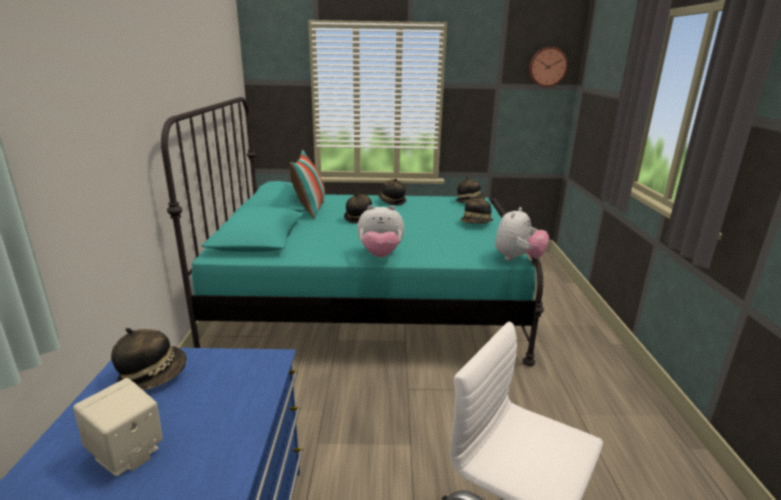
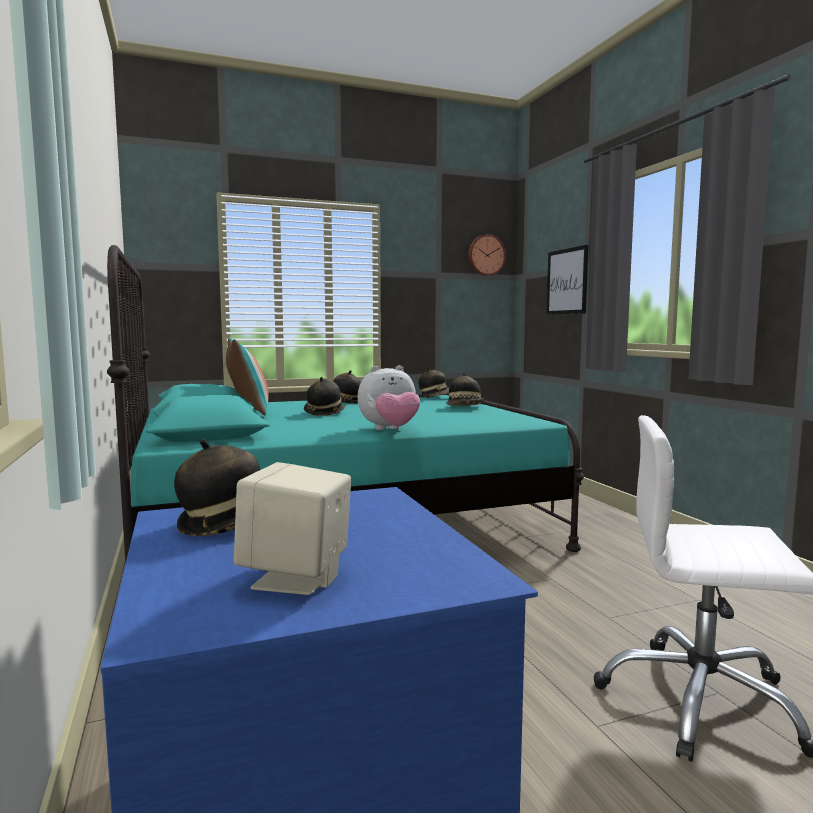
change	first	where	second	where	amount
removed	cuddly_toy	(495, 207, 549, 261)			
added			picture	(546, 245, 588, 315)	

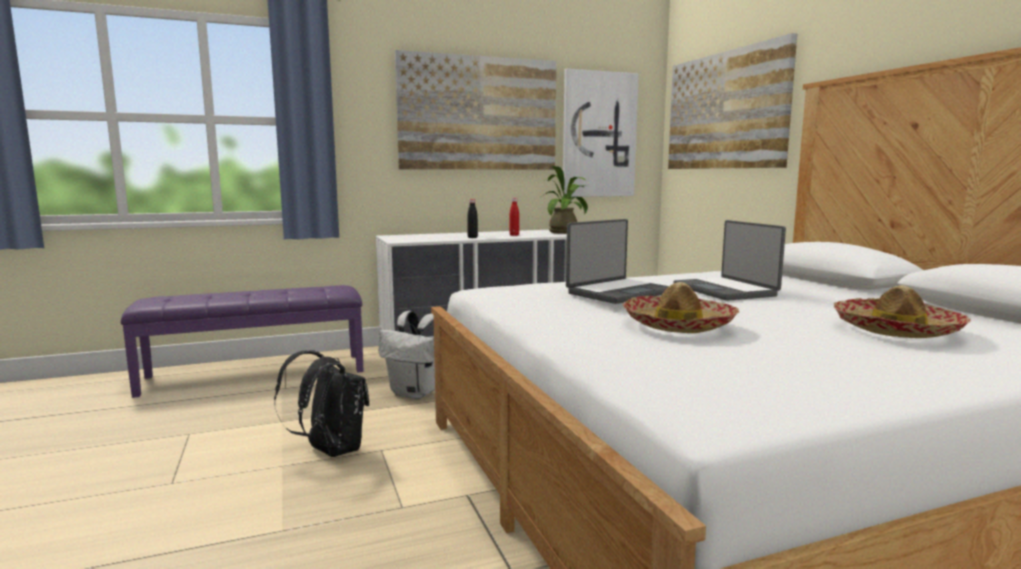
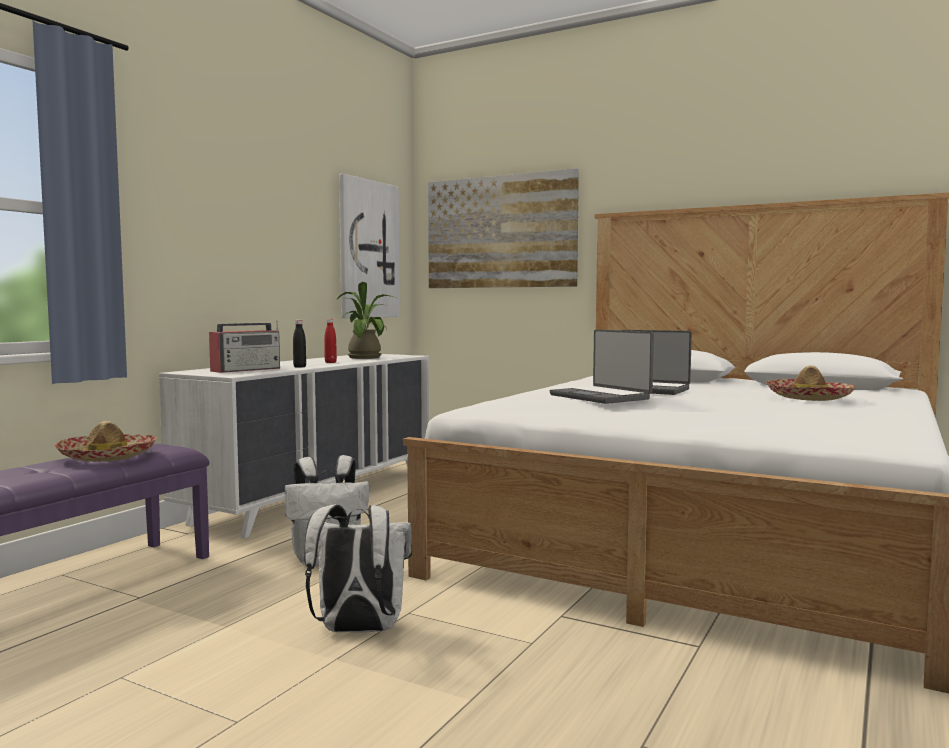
change	first	where	second	where	amount
removed	picture	(395, 50, 556, 170)			
turned	portable_computer	(566, 219, 669, 304)		(550, 329, 654, 404)	135 degrees clockwise
moved	wearable_hat	(623, 282, 739, 333)		(54, 421, 157, 462)	
recoloured	blackish_rucksack	(274, 350, 369, 457)	whitish_rucksack	(304, 504, 412, 632)	
added			radio_receiver	(209, 320, 280, 373)	

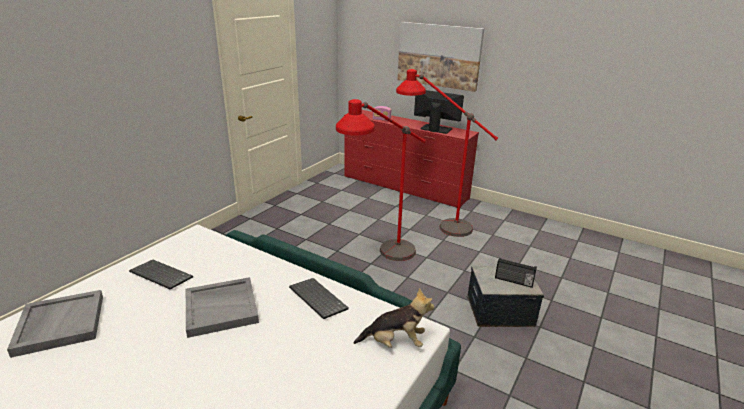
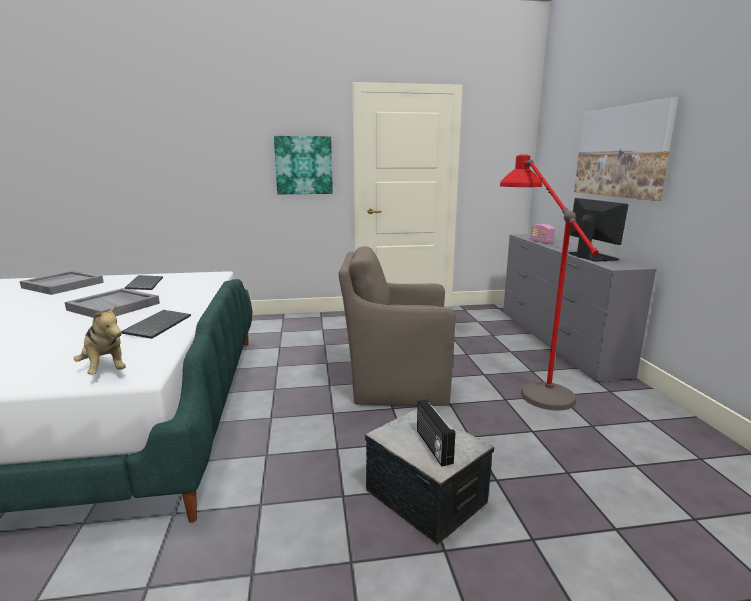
change	first	where	second	where	amount
replaced	red_standing_lamp	(336, 99, 426, 261)	brownish_armchair	(339, 246, 456, 406)	
recoloured	red_chest_of_drawers	(344, 110, 479, 208)	greyish_chest_of_drawers	(503, 234, 657, 383)	
added			picture	(274, 136, 333, 194)	

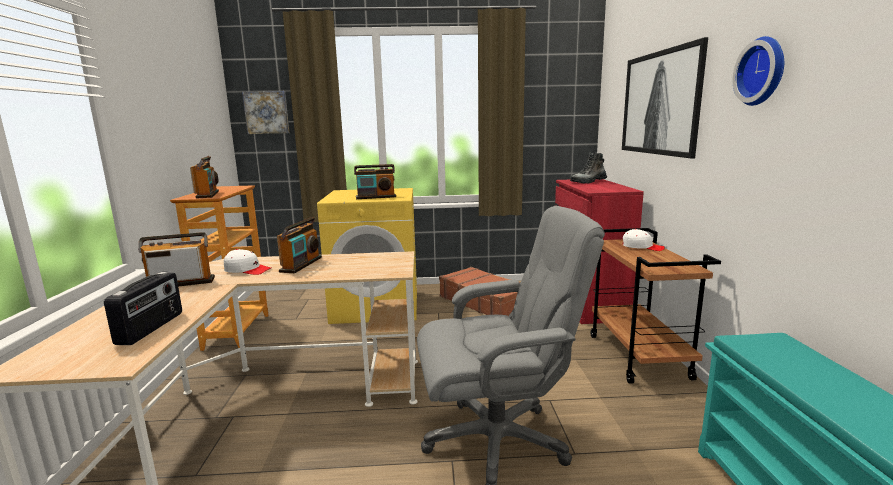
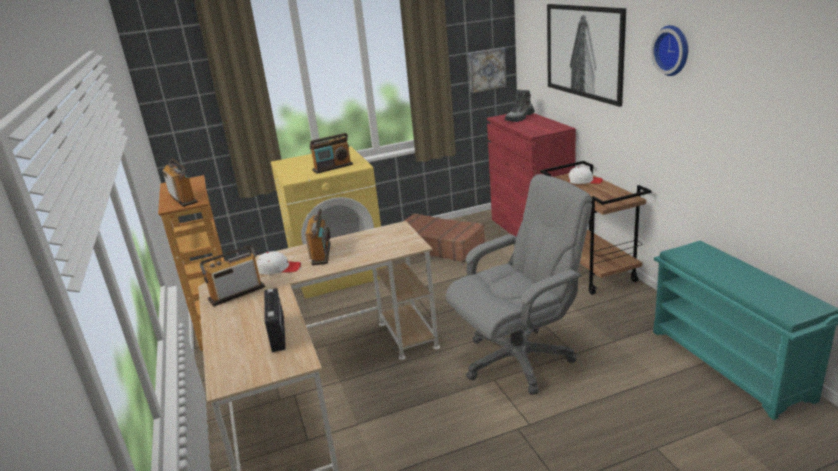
change	first	where	second	where	amount
moved	picture	(242, 91, 289, 134)		(468, 48, 507, 93)	

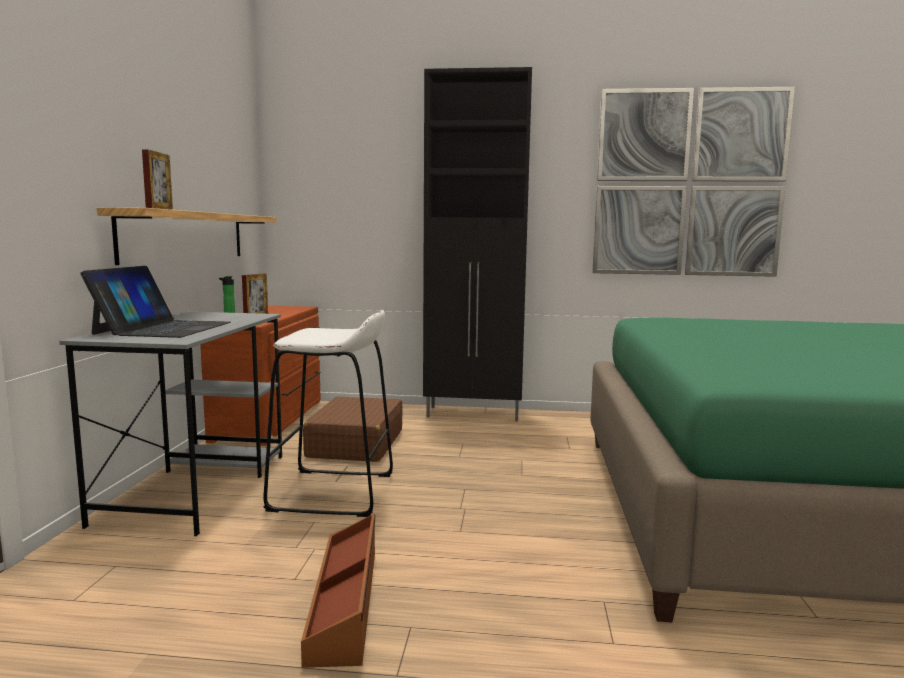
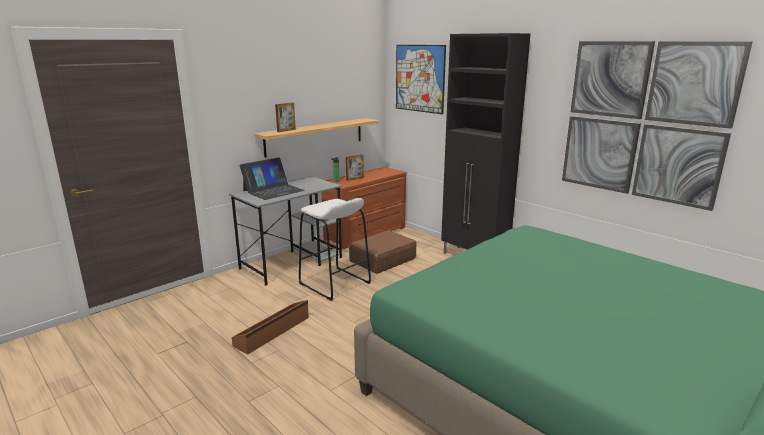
change	first	where	second	where	amount
added			picture	(396, 45, 446, 114)	

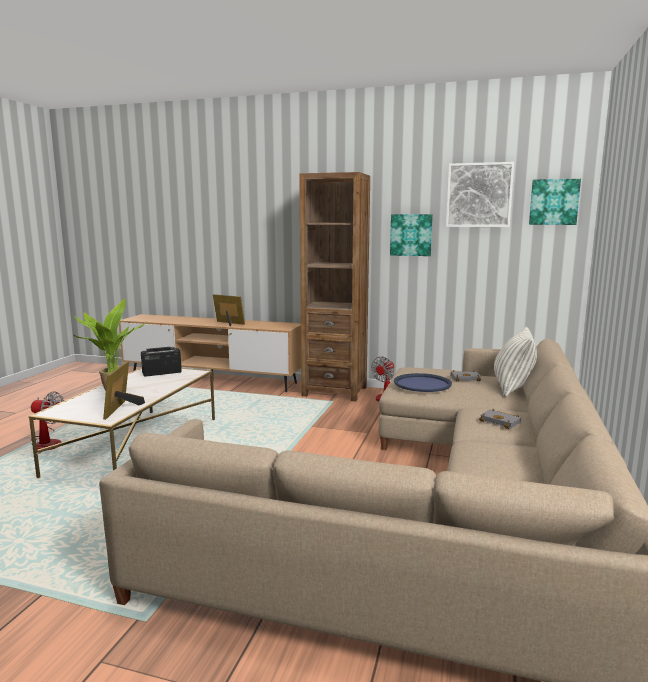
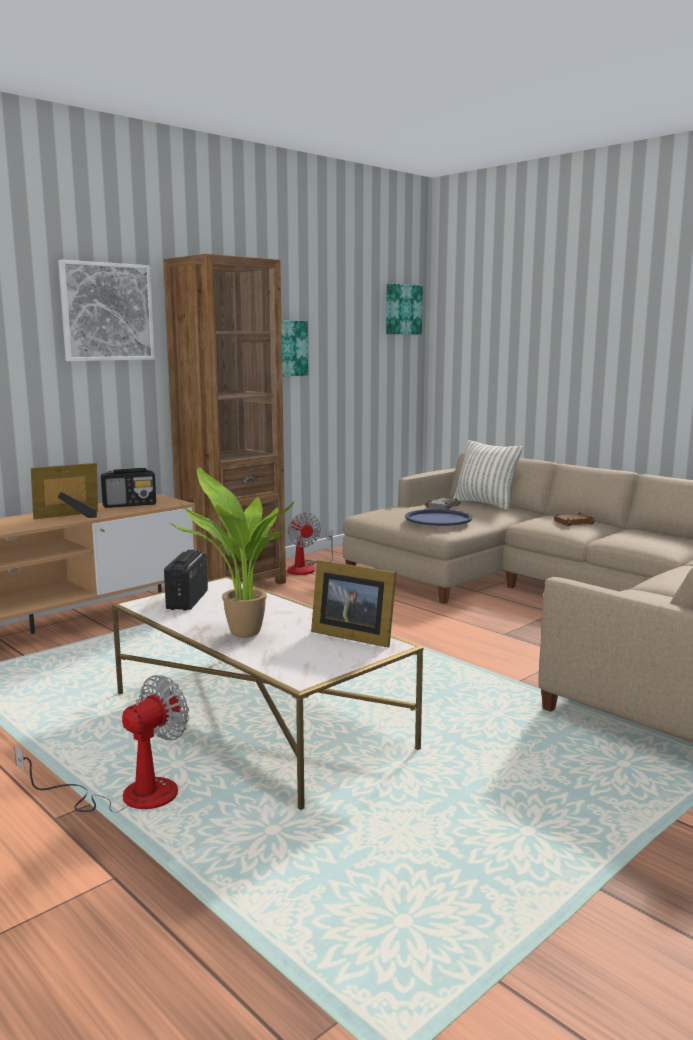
change	first	where	second	where	amount
moved	picture	(446, 162, 514, 227)		(58, 260, 155, 361)	
recoloured	greyish_bound_book	(479, 409, 521, 429)	brownish_bound_book	(554, 512, 595, 526)	
added			radio_receiver	(101, 468, 156, 508)	

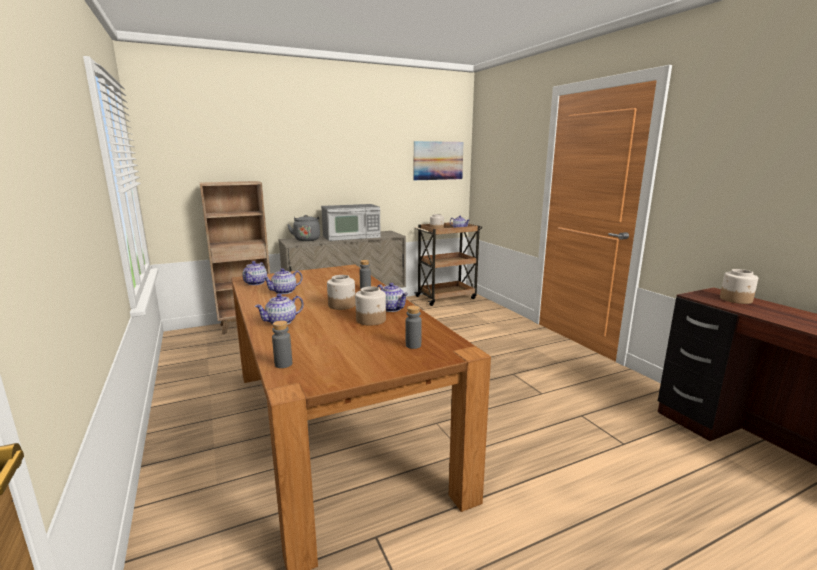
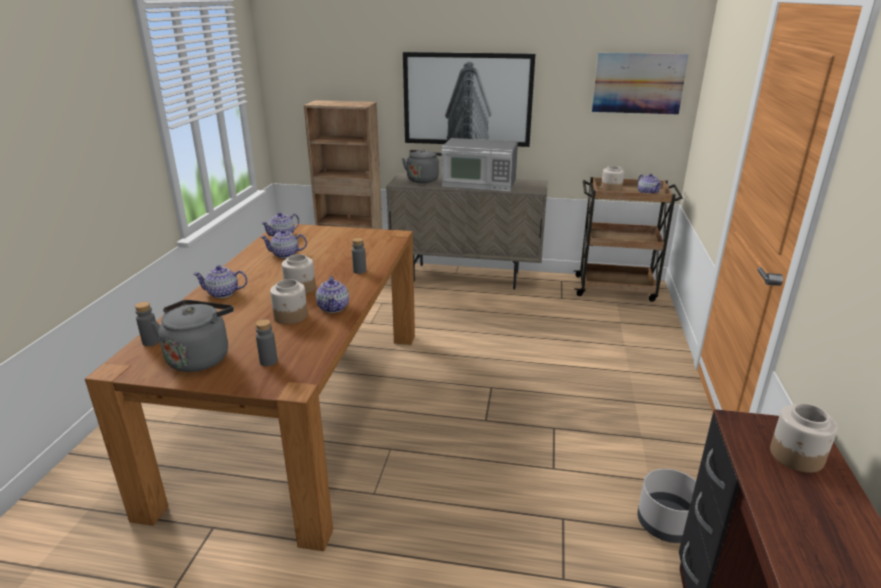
change	first	where	second	where	amount
added			picture	(403, 52, 535, 147)	
added			greyish_water_kettle	(151, 300, 234, 372)	
added			greyish_plant_pot	(637, 469, 696, 543)	

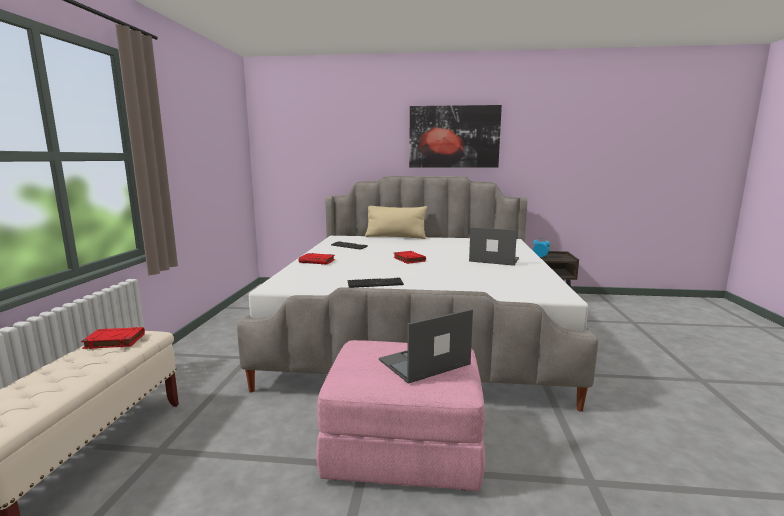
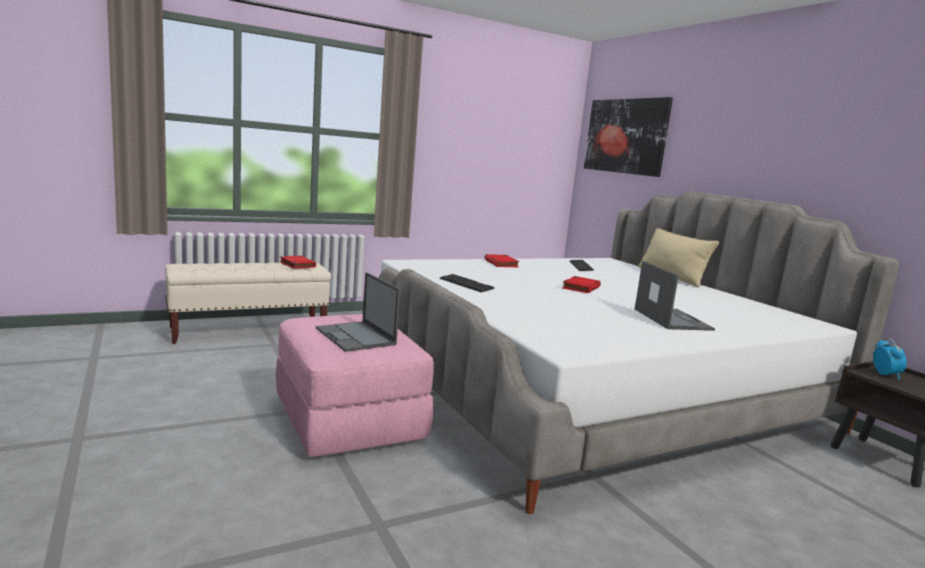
change	first	where	second	where	amount
moved	picture	(409, 105, 502, 168)		(584, 97, 673, 177)	
turned	portable_computer	(379, 309, 473, 384)		(316, 272, 400, 352)	150 degrees counterclockwise

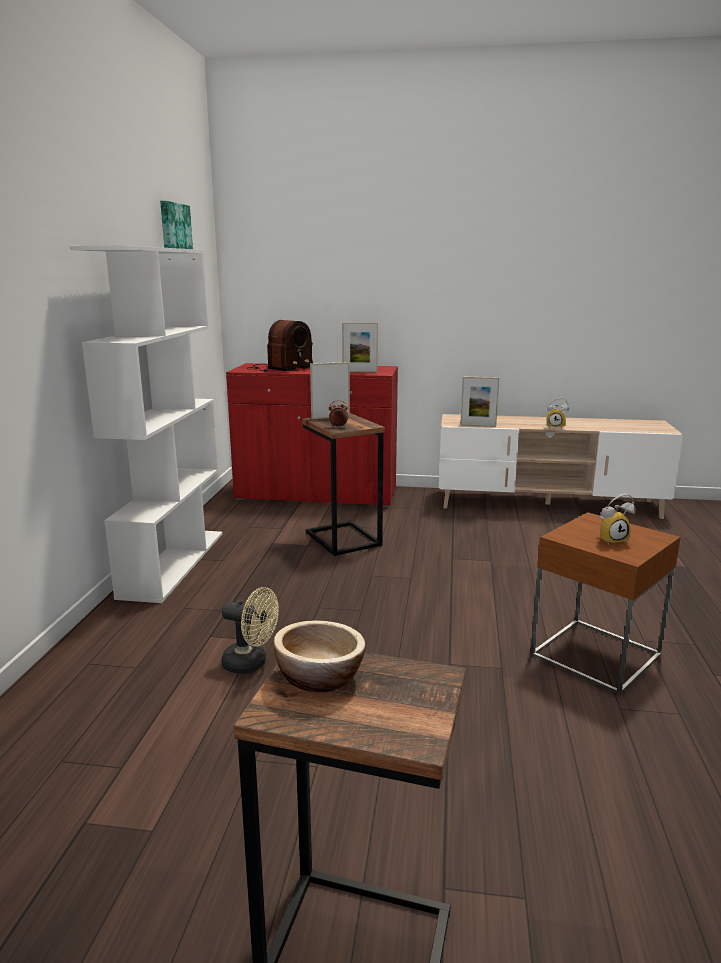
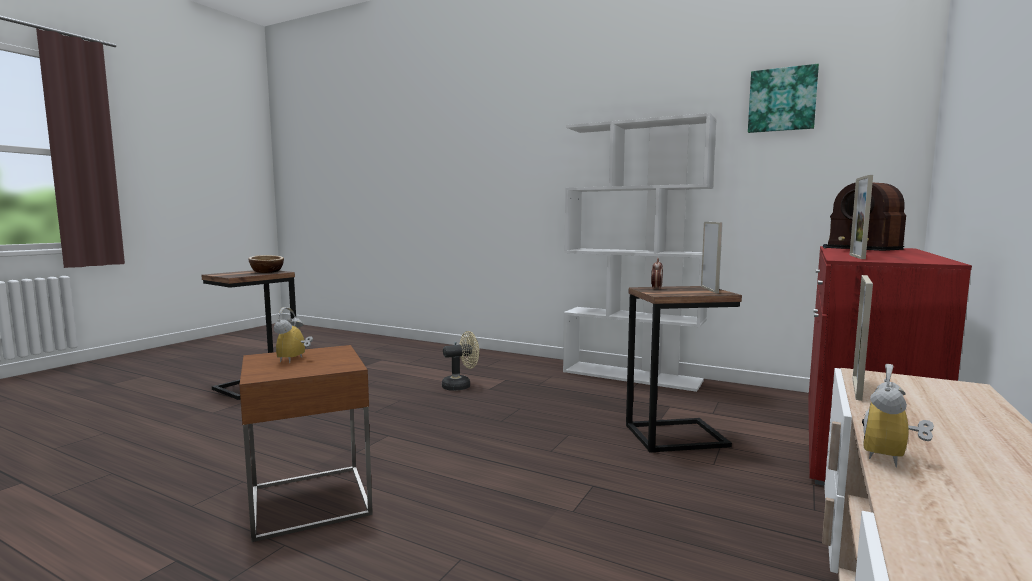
change	first	where	second	where	amount
turned	beige-coloured_electric_fan	(221, 587, 279, 674)		(442, 331, 479, 391)	150 degrees counterclockwise

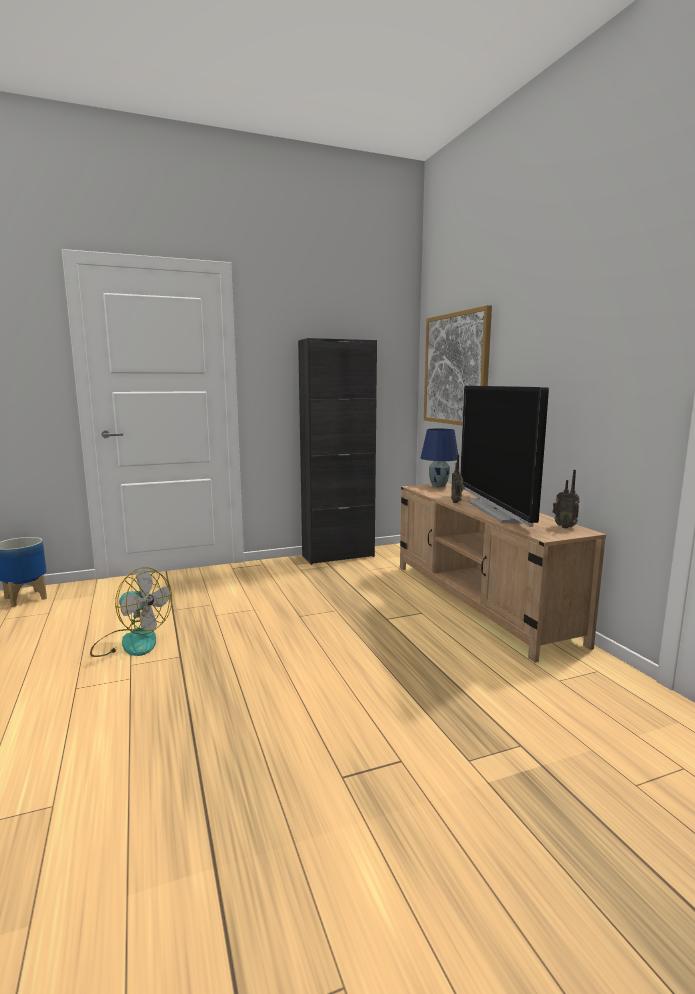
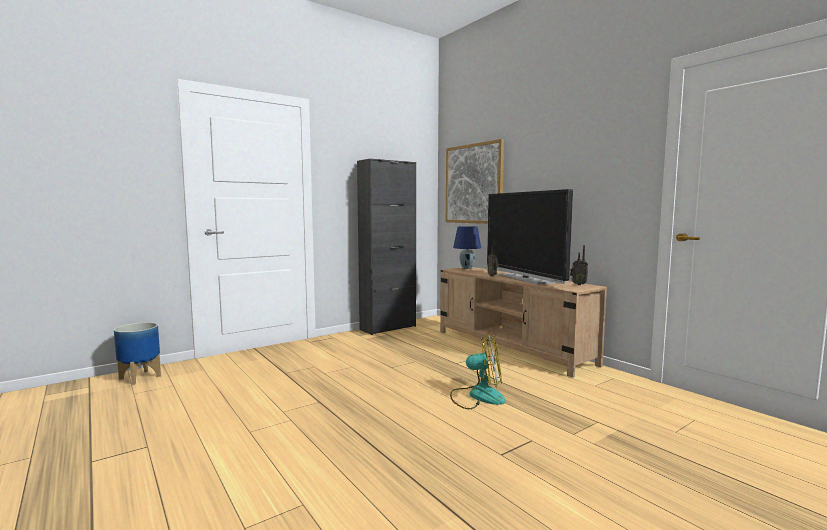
change	first	where	second	where	amount
moved	electric_fan	(90, 567, 172, 657)		(450, 333, 506, 409)	

